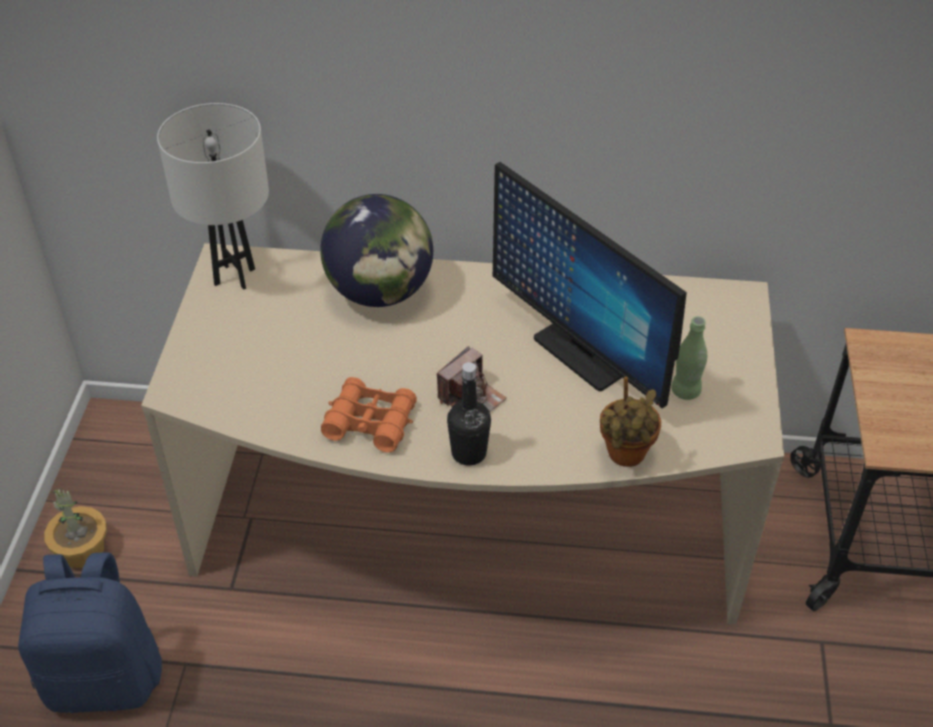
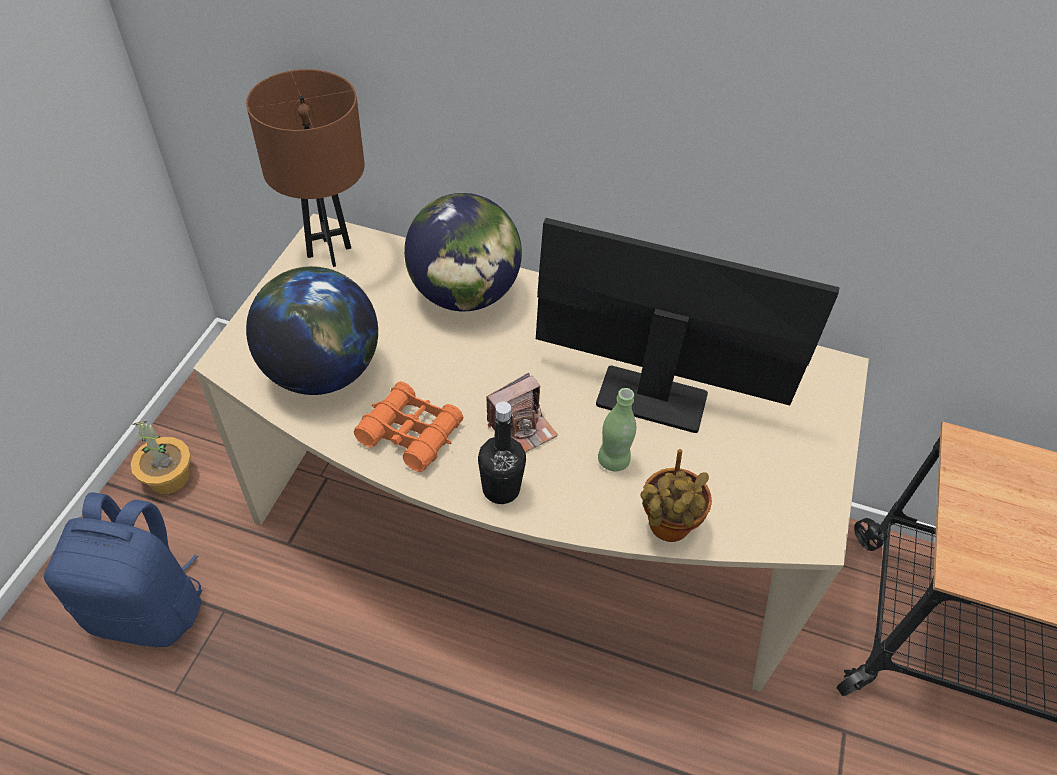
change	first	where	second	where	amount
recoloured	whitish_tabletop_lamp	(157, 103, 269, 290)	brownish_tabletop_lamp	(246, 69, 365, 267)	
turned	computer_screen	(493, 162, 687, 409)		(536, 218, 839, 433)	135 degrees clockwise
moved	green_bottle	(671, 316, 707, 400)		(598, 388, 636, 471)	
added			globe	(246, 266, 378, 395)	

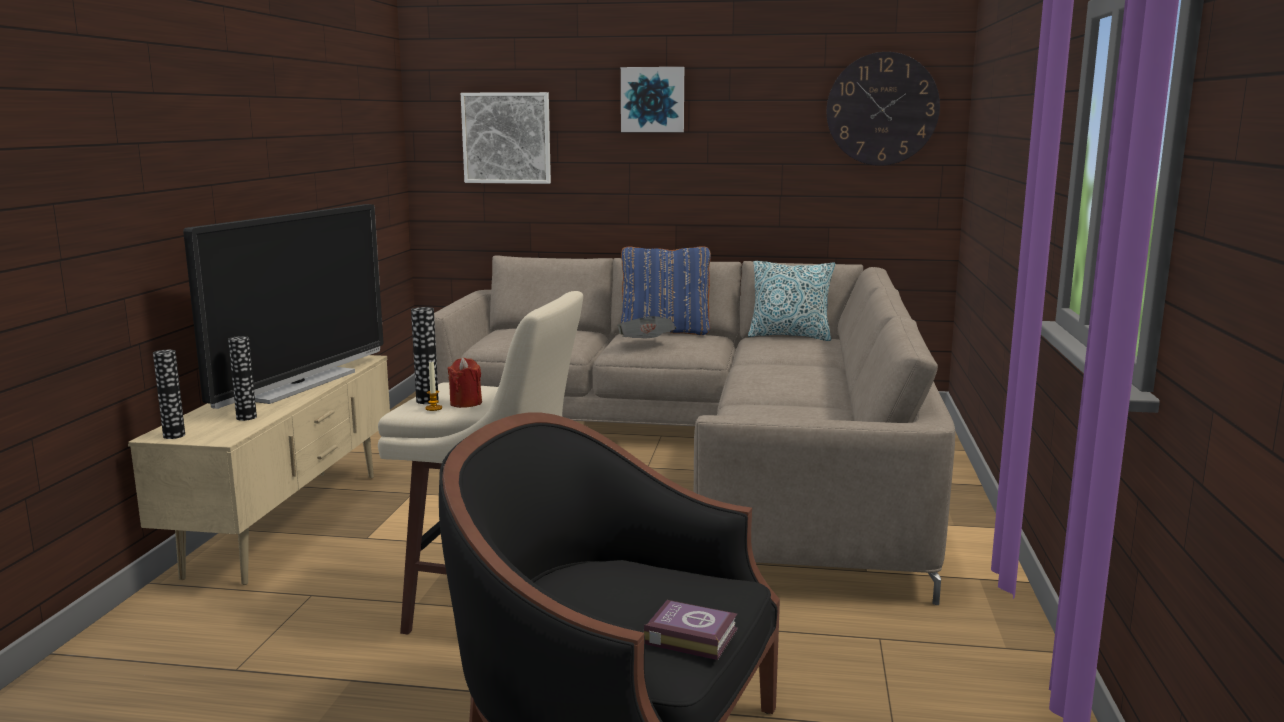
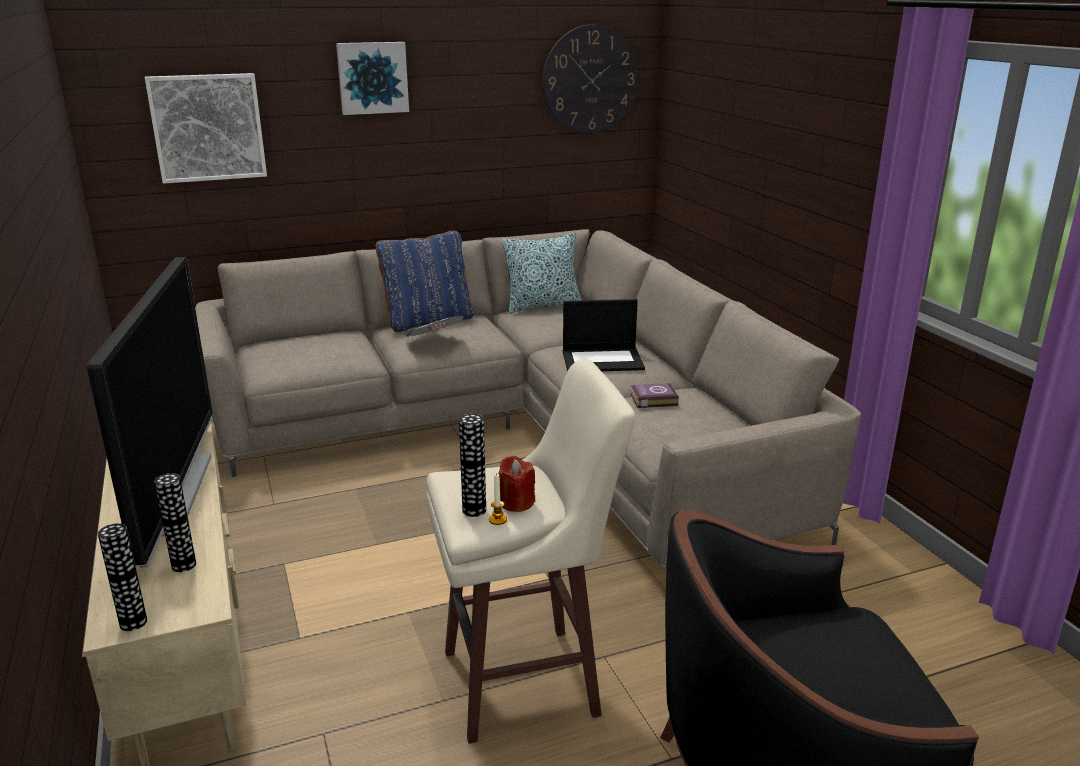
change	first	where	second	where	amount
moved	bound_book	(644, 600, 737, 660)		(630, 383, 679, 408)	
added			portable_computer	(563, 299, 645, 371)	

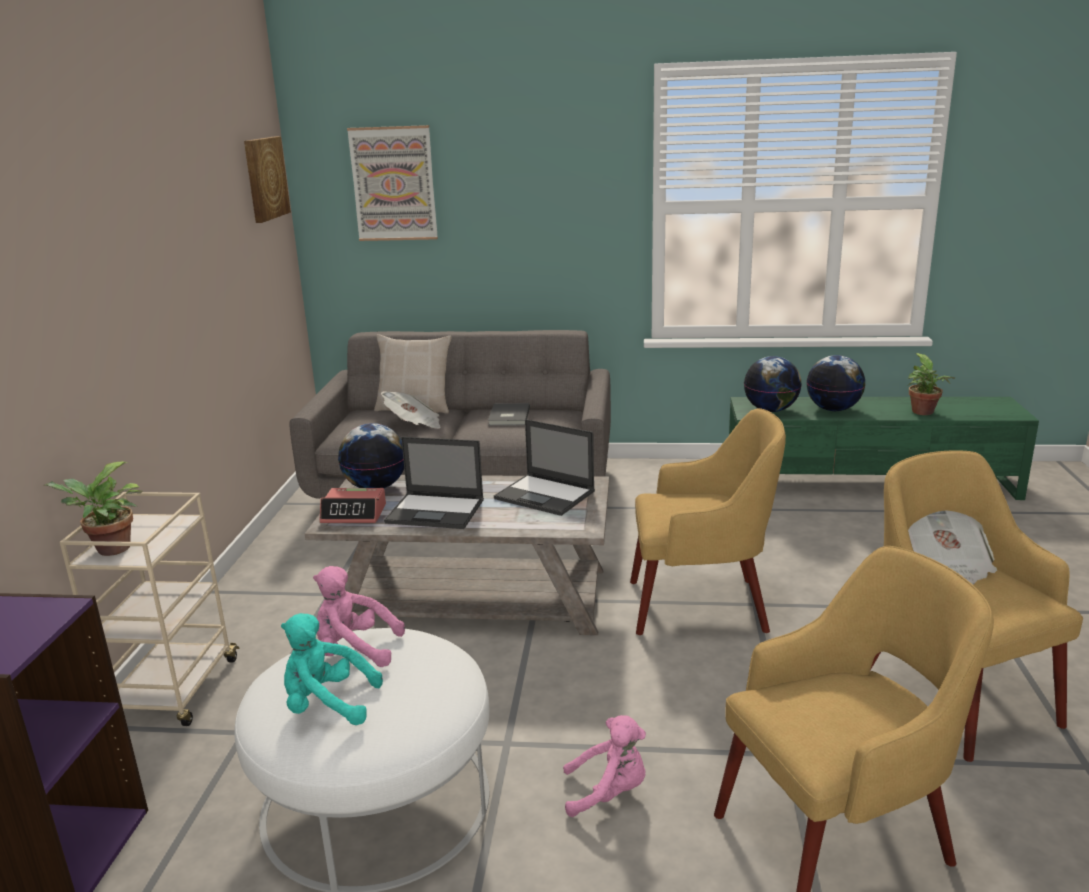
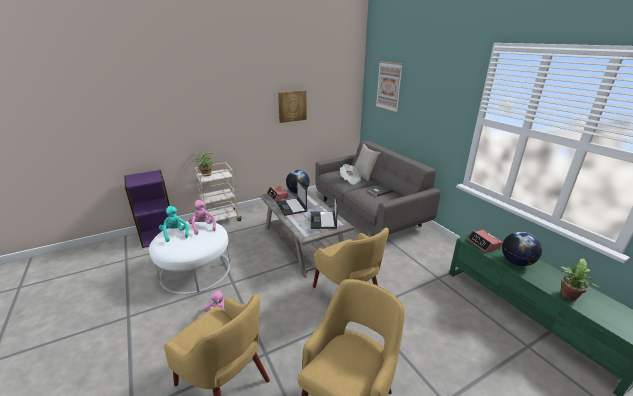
change	first	where	second	where	amount
moved	picture	(244, 136, 291, 223)		(278, 90, 307, 123)	
replaced	globe	(744, 356, 802, 412)	alarm_clock	(467, 230, 502, 252)	
removed	newspaper	(908, 511, 997, 585)			

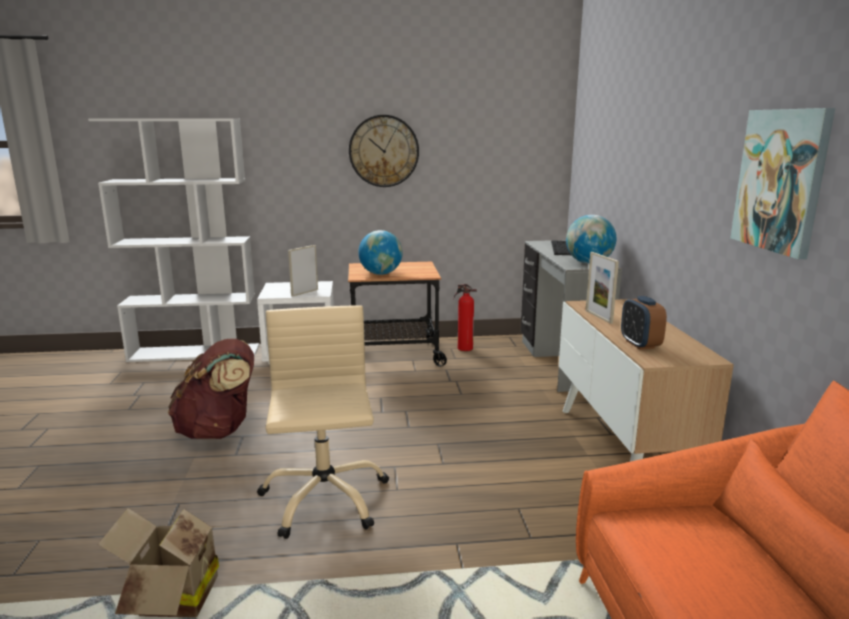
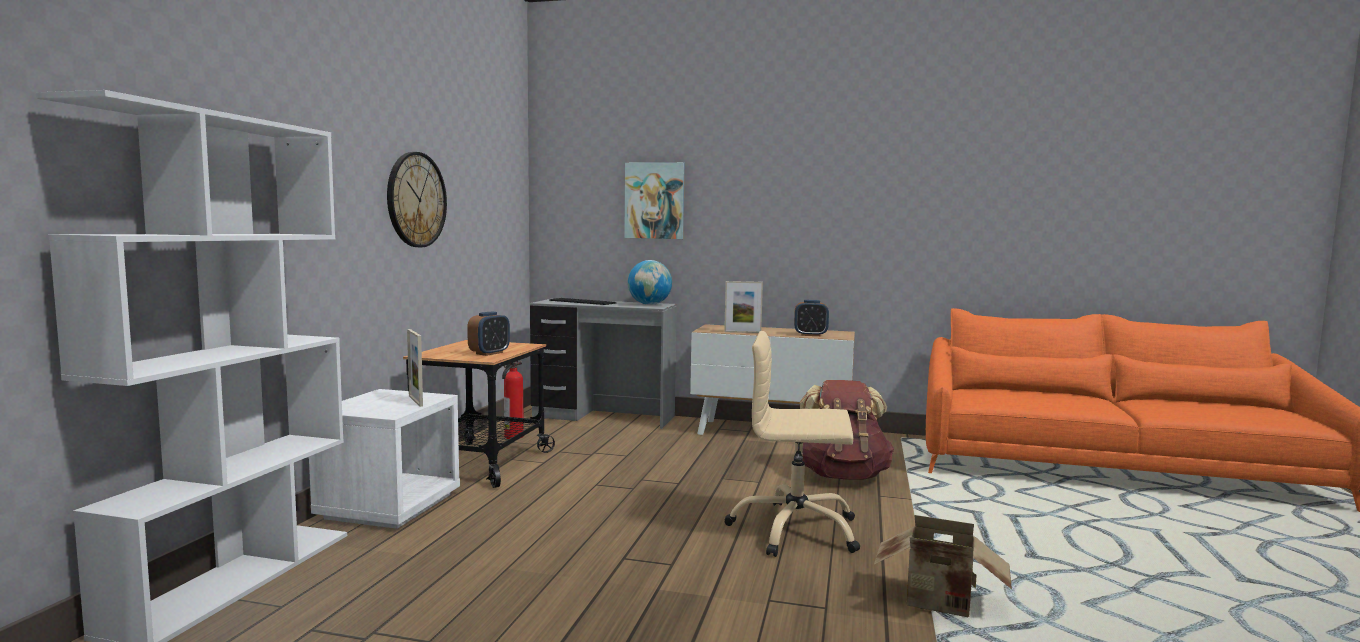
change	first	where	second	where	amount
moved	picture	(730, 108, 835, 259)		(624, 162, 685, 239)	
replaced	globe	(358, 230, 403, 275)	alarm_clock	(467, 311, 510, 356)	
moved	brownish_rucksack	(168, 339, 254, 439)		(800, 380, 894, 479)	

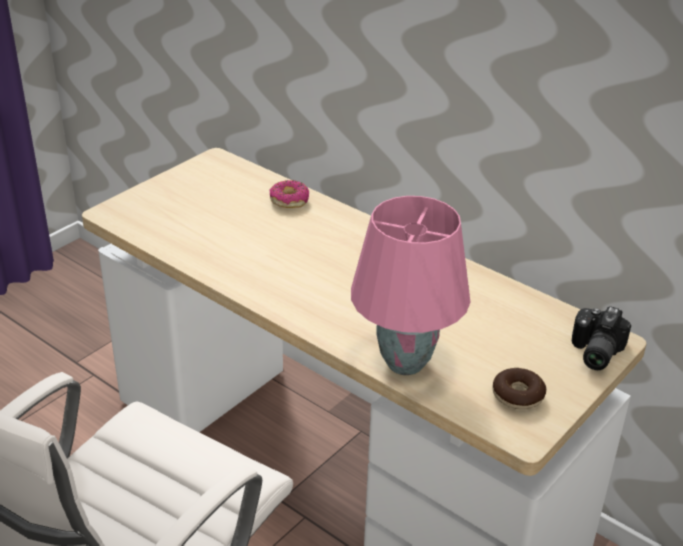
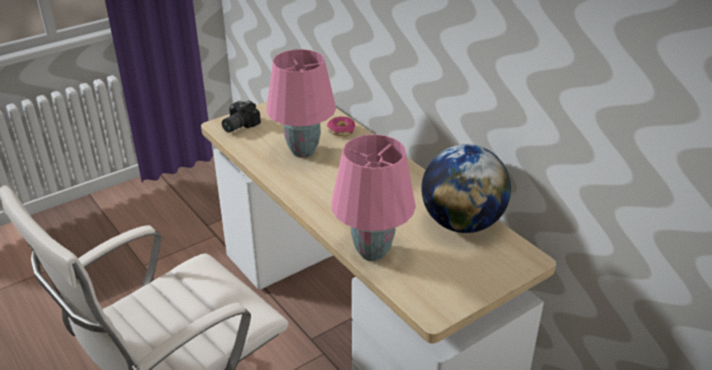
change	first	where	second	where	amount
moved	photo_camera	(572, 306, 631, 370)		(222, 100, 261, 133)	
removed	doughnut	(492, 368, 546, 410)			
added			pinkish_tabletop_lamp	(266, 49, 336, 158)	
added			globe	(421, 144, 511, 233)	

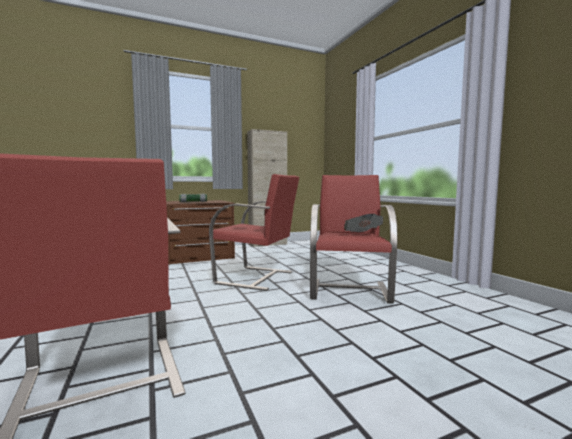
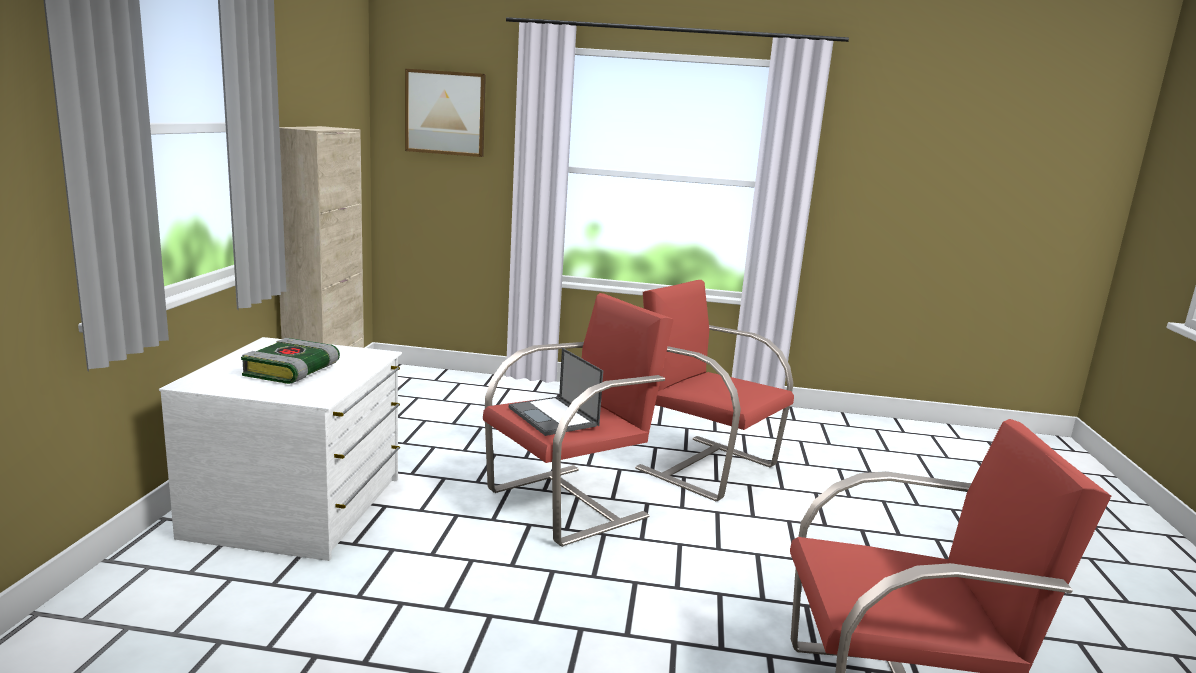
change	first	where	second	where	amount
recoloured	brownish_chest_of_drawers	(166, 200, 235, 265)	whitish_chest_of_drawers	(159, 337, 402, 561)	
removed	newspaper	(344, 214, 383, 232)			
added			picture	(405, 69, 486, 157)	
added			portable_computer	(509, 348, 603, 436)	

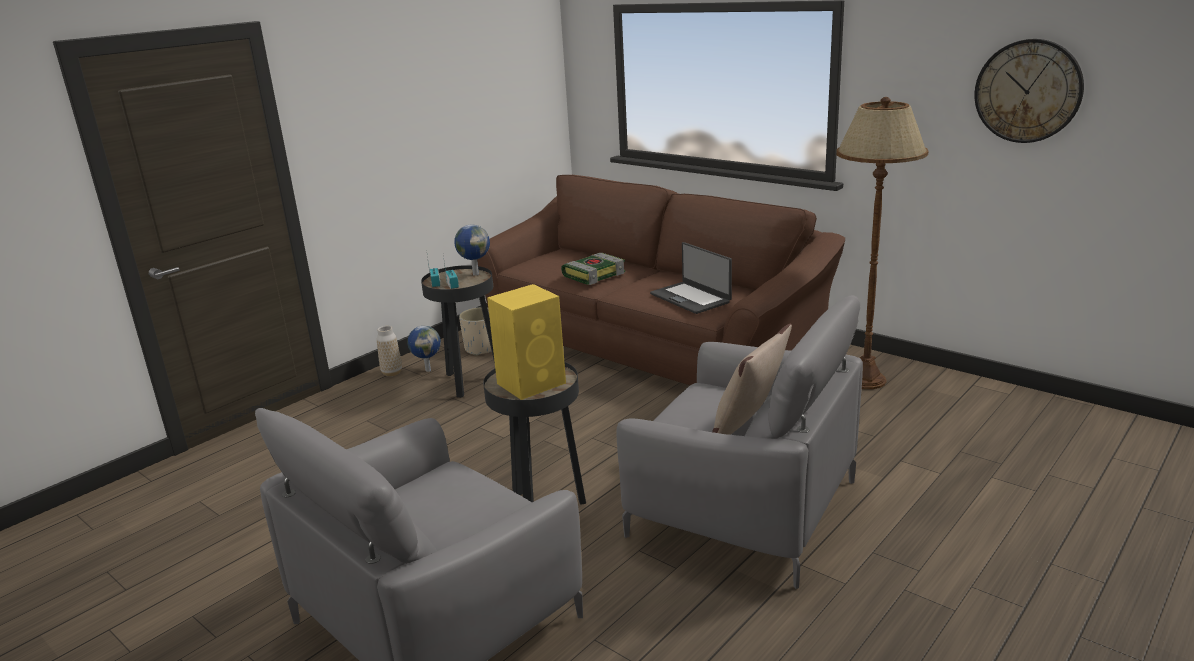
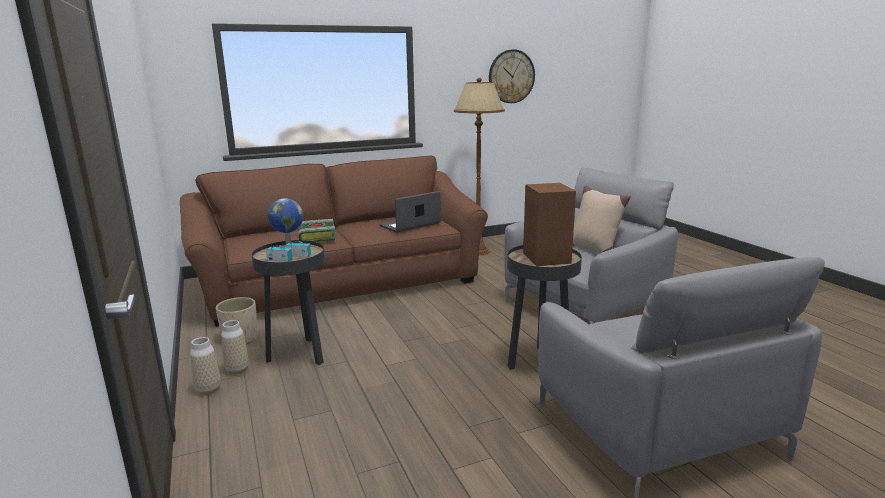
change	first	where	second	where	amount
turned	portable_computer	(650, 242, 732, 314)		(379, 191, 441, 233)	150 degrees clockwise
recoloured	yellow_loudspeaker	(487, 284, 566, 400)	brownish_loudspeaker	(523, 183, 576, 266)	
replaced	globe	(407, 326, 441, 372)	decorative_vase	(221, 320, 249, 375)	

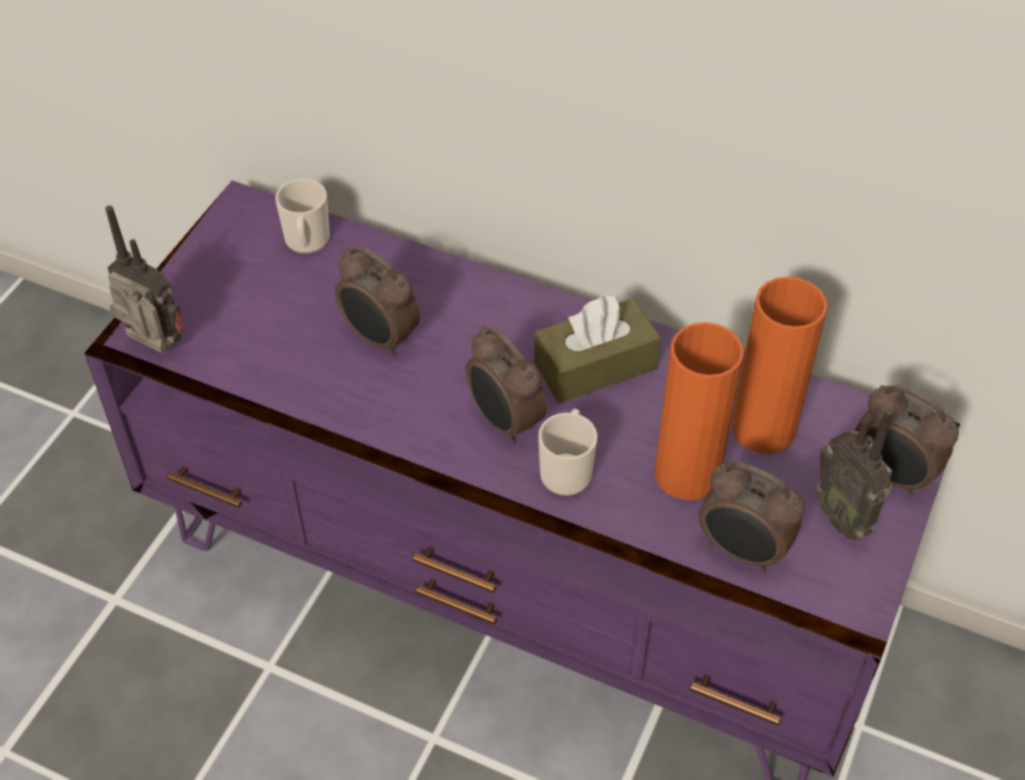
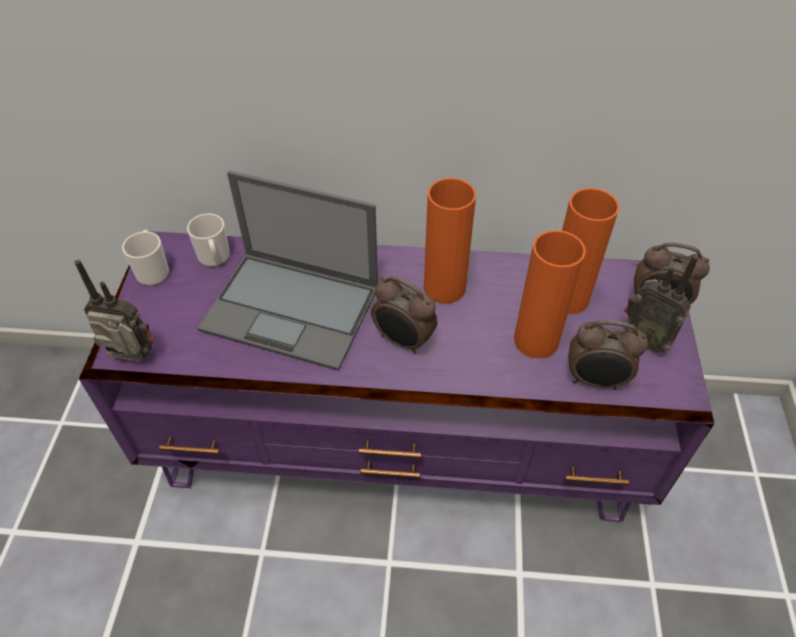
change	first	where	second	where	amount
replaced	alarm_clock	(335, 246, 420, 356)	portable_computer	(198, 170, 378, 371)	
replaced	brownish_tissue_box	(534, 295, 661, 403)	orange-coloured_decorative_vase	(424, 178, 476, 304)	
moved	mug	(538, 409, 597, 496)		(122, 230, 169, 286)	

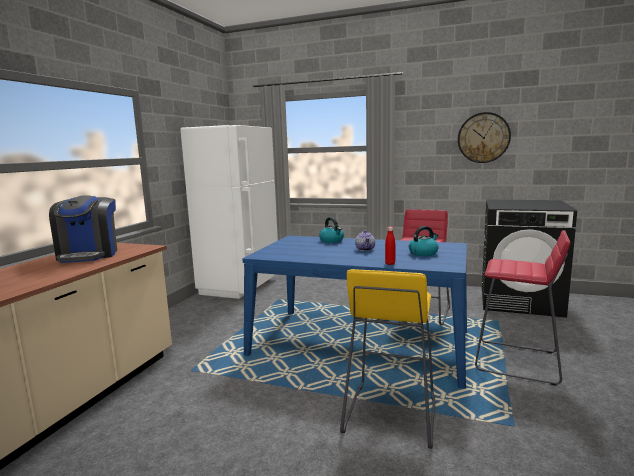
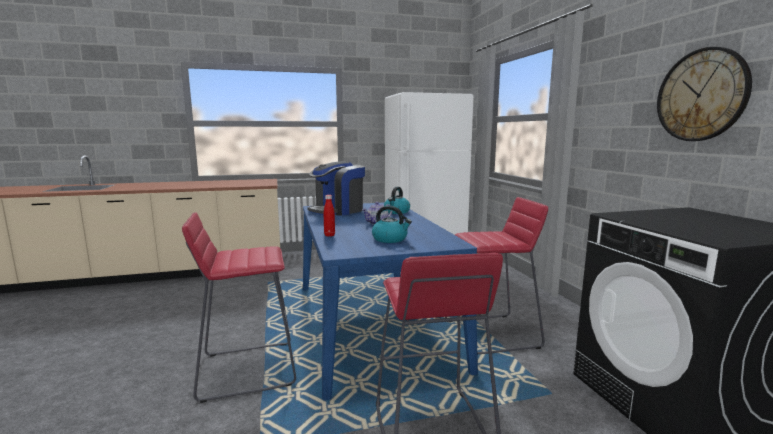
change	first	where	second	where	amount
moved	coffee_maker	(49, 195, 117, 263)		(307, 161, 365, 216)	
recoloured	yellow_sitting_stool	(340, 269, 435, 449)	red_sitting_stool	(182, 212, 296, 403)	

